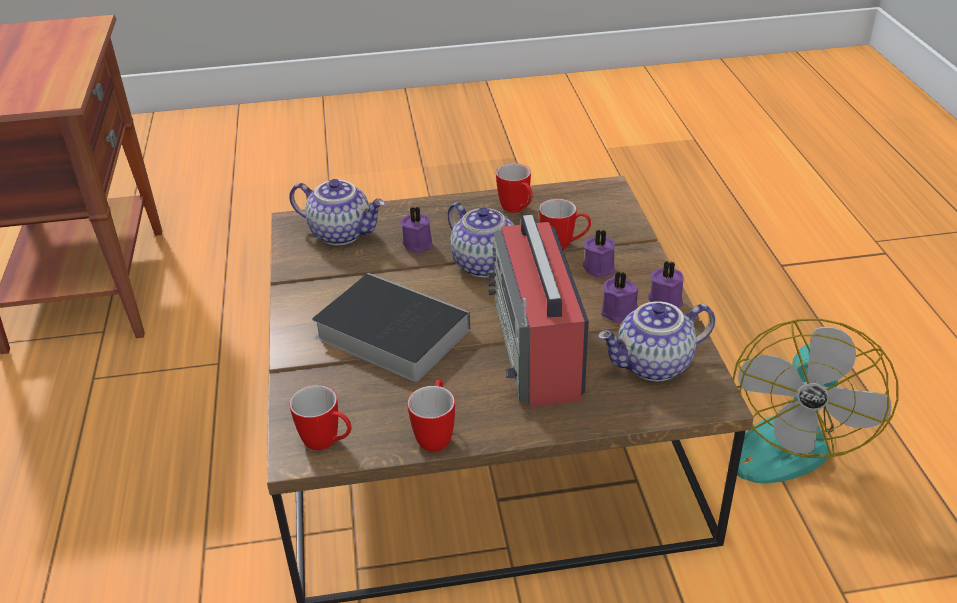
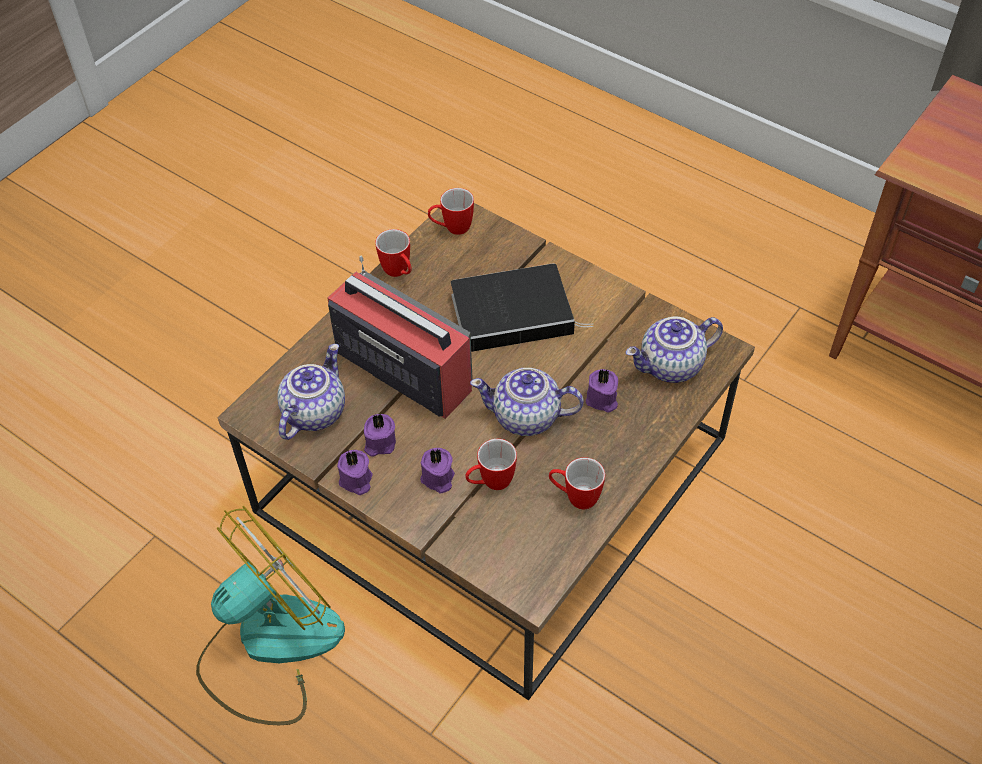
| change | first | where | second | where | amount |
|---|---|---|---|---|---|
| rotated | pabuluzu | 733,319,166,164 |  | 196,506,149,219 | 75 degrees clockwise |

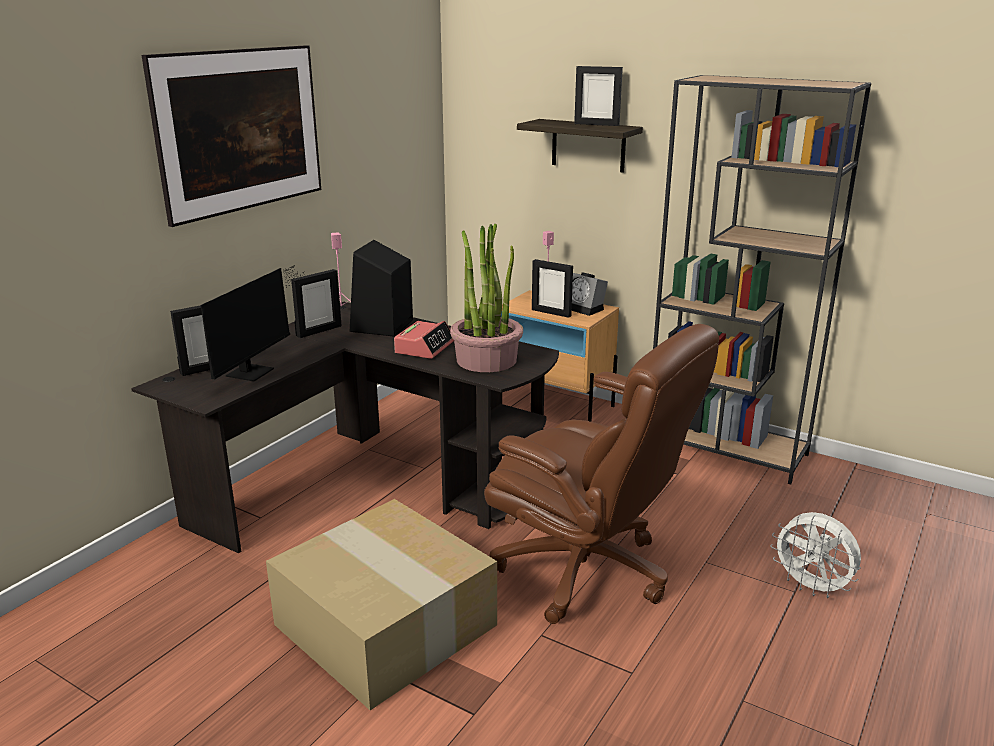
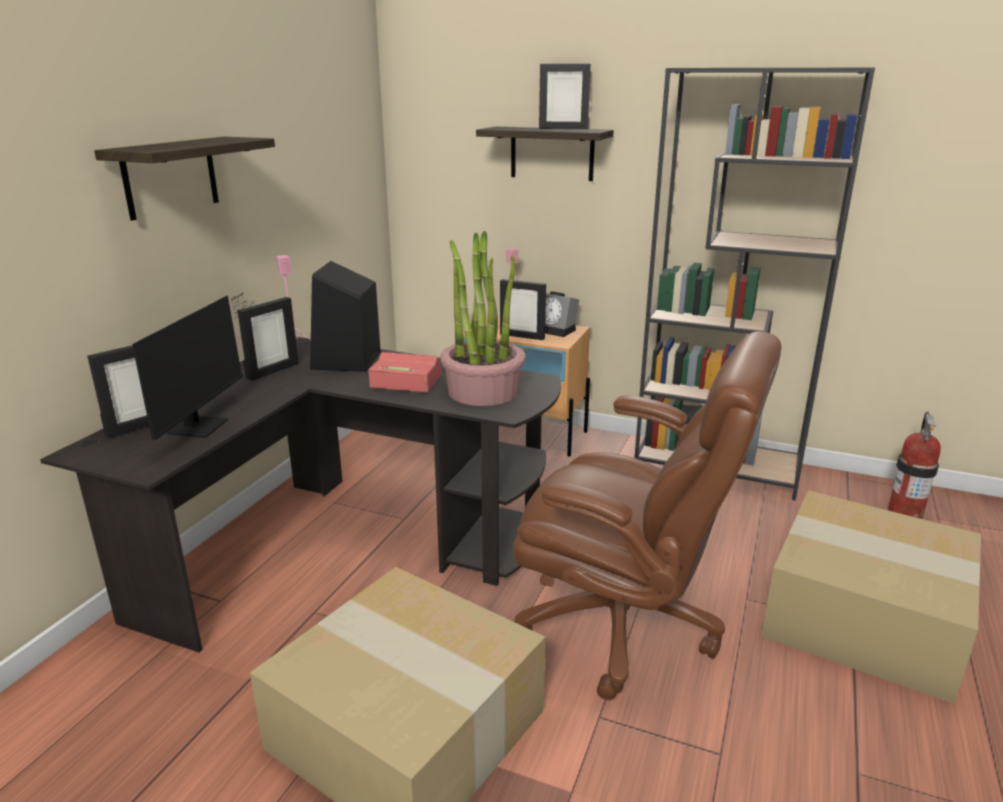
| change | first | where | second | where | amount |
|---|---|---|---|---|---|
| swapped | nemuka | 141,45,180,182 | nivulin | 94,137,181,84 |  |
| rotated | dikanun | 394,321,60,38 |  | 368,352,74,40 | 90 degrees counterclockwise |
| swapped | white_pabuluzu | 770,512,91,86 | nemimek | 761,490,220,214 |  |
| new |  |  | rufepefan | 888,411,53,108 |  |

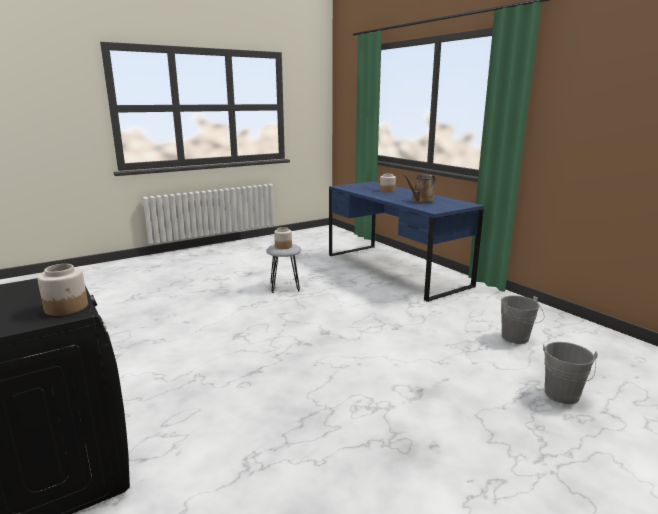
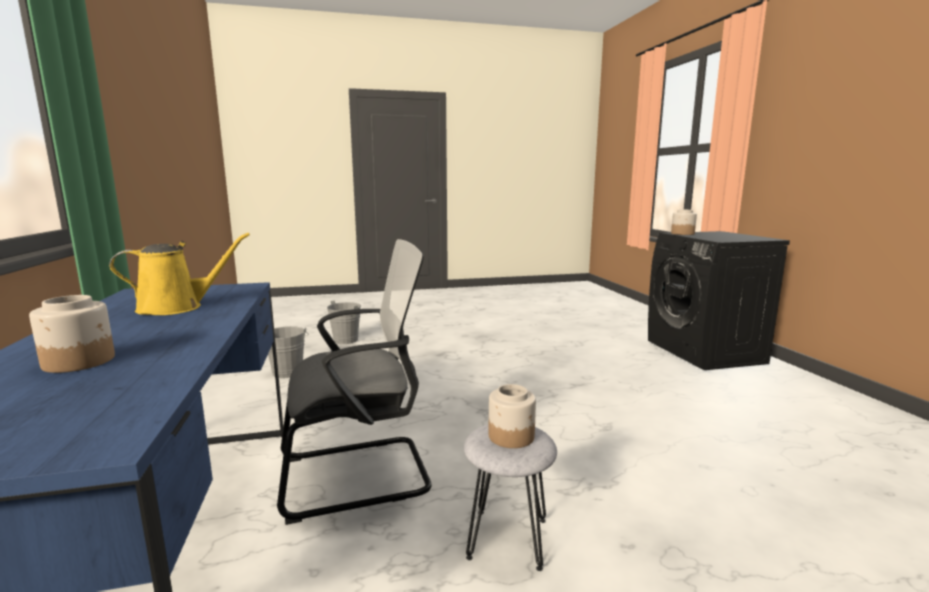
| change | first | where | second | where | amount |
|---|---|---|---|---|---|
| repainted | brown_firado | 403,174,33,29 | yellow_firado | 109,233,141,82 |  |
| new |  |  | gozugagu | 277,239,155,286 |  |

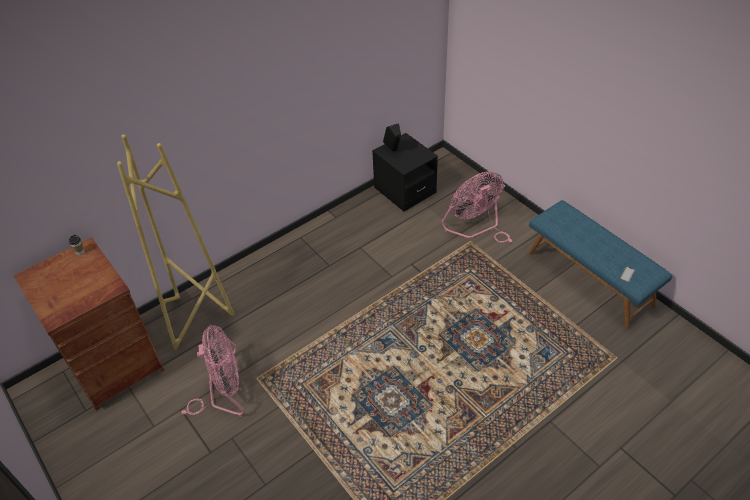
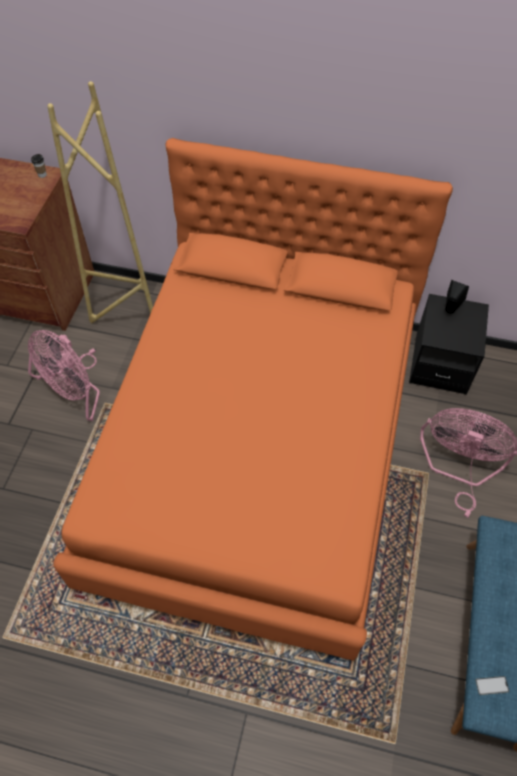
| change | first | where | second | where | amount |
|---|---|---|---|---|---|
| rotated | pink_pabuluzu | 181,325,63,92 |  | 28,330,72,91 | 90 degrees clockwise |
| new |  |  | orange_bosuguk | 54,138,399,523 |  |

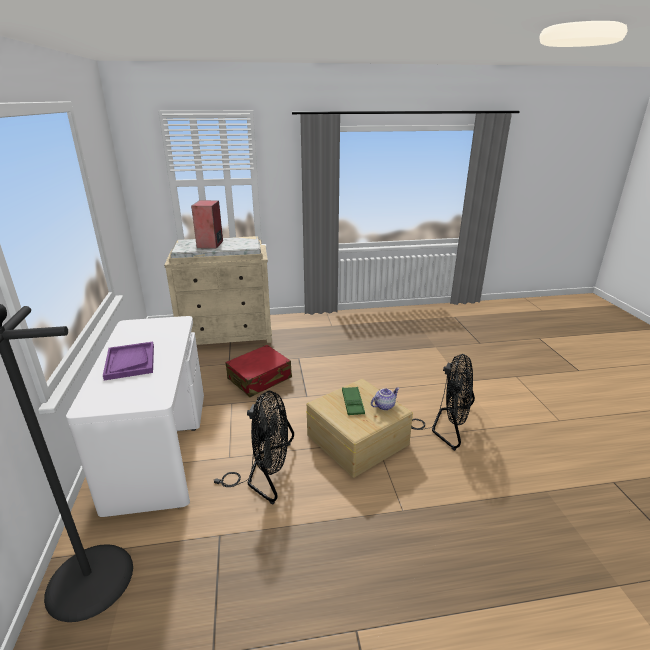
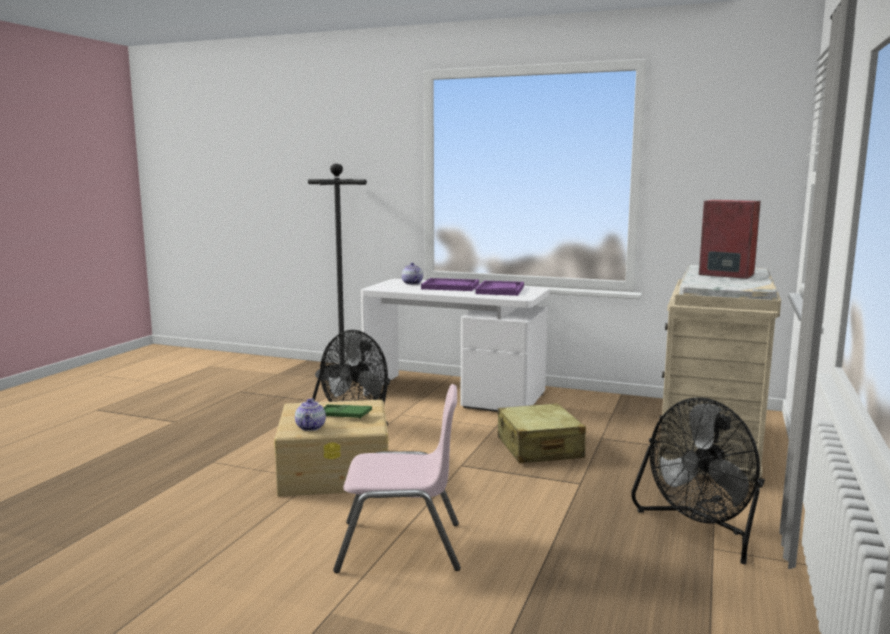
| change | first | where | second | where | amount |
|---|---|---|---|---|---|
| new |  |  | pink_gozugagu | 333,384,128,189 |  |
| new |  |  | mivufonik | 402,263,21,22 |  |
| new |  |  | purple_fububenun | 475,281,49,15 |  |
| repainted | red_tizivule | 225,345,67,52 | beige_tizivule | 498,403,88,60 |  |
| shifted | black_pabuluzu | 411,354,64,97 |  | 631,397,134,168 |  |

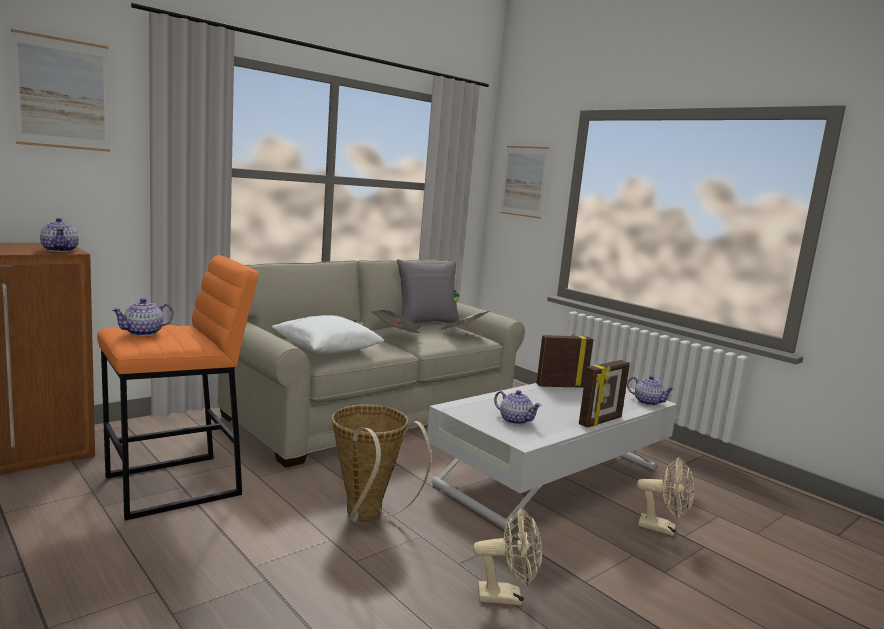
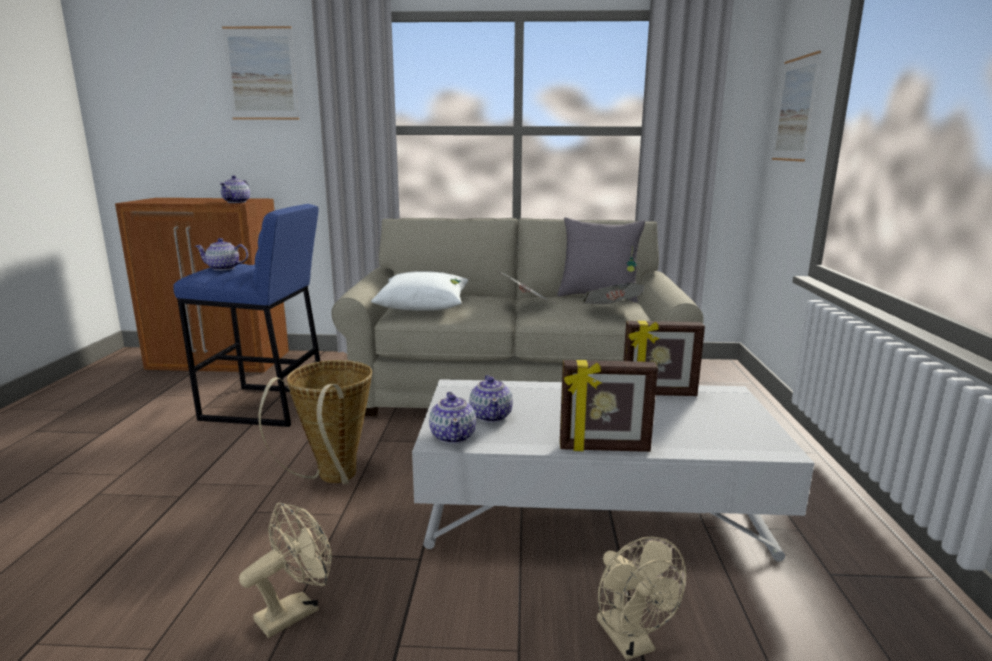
| change | first | where | second | where | amount |
|---|---|---|---|---|---|
| repainted | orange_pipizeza | 97,255,161,266 | blue_pipizeza | 173,204,147,223 |  |
| rotated | beige_pabuluzu | 473,506,69,100 |  | 239,503,93,135 | 90 degrees counterclockwise |
| shifted | mivufonik | 627,376,48,30 |  | 429,392,47,52 |  |
| rotated | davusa | 536,334,58,54 |  | 623,321,82,75 | 150 degrees clockwise |

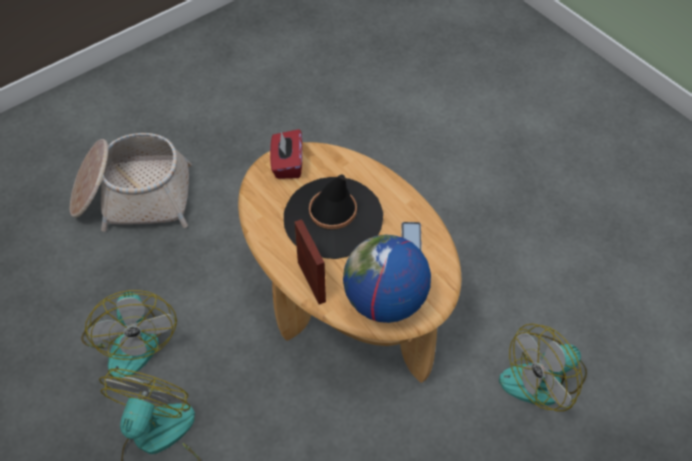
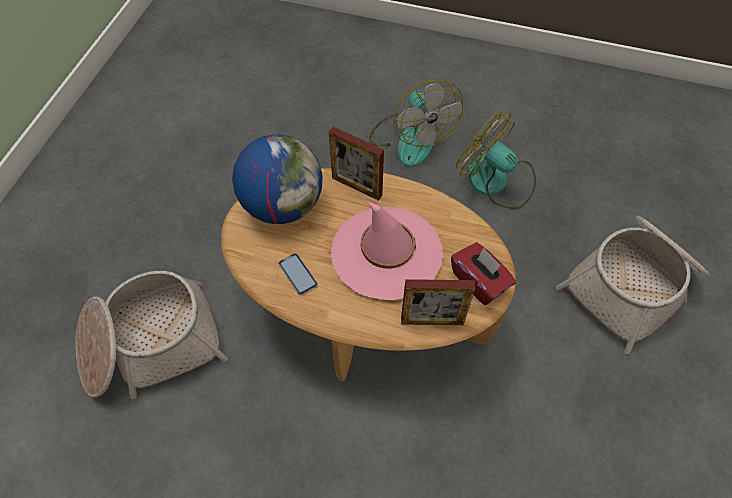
| change | first | where | second | where | amount |
|---|---|---|---|---|---|
| swapped | pabuluzu | 499,324,88,87 | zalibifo | 75,271,153,128 |  |
| repainted | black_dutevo | 284,174,99,85 | pink_dutevo | 331,201,112,99 |  |
| new |  |  | davusa | 401,279,74,46 |  |

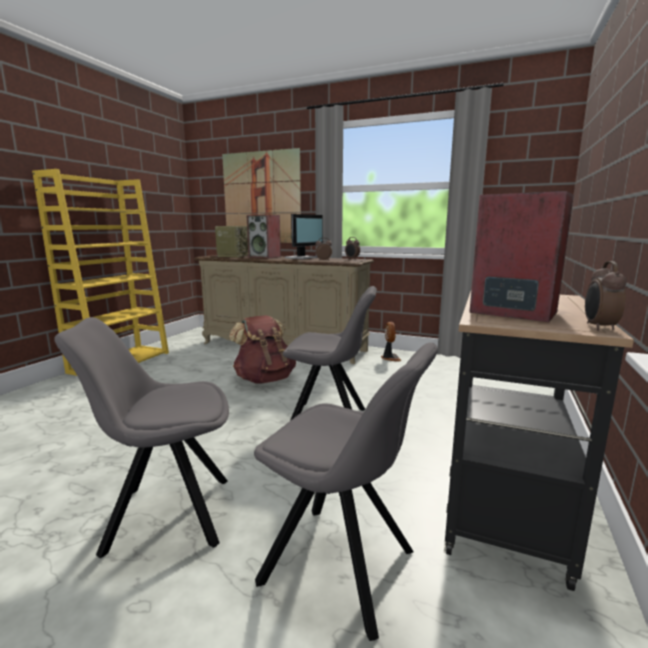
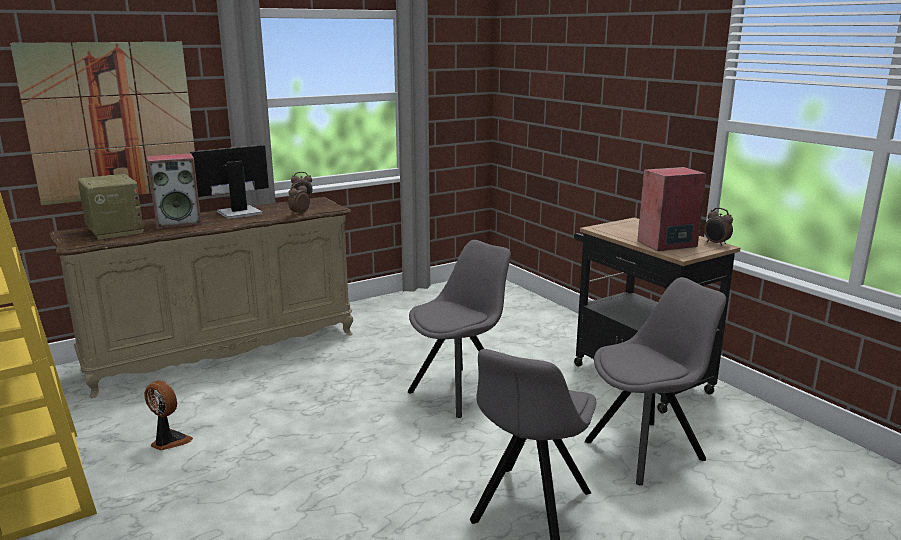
| change | first | where | second | where | amount |
|---|---|---|---|---|---|
| shifted | pabuluzu | 381,322,20,40 |  | 144,380,49,71 |  |
| rotated | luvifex | 285,214,38,45 |  | 190,145,79,74 | 105 degrees counterclockwise |
| gone | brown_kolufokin | 229,315,67,69 |  |  |  |

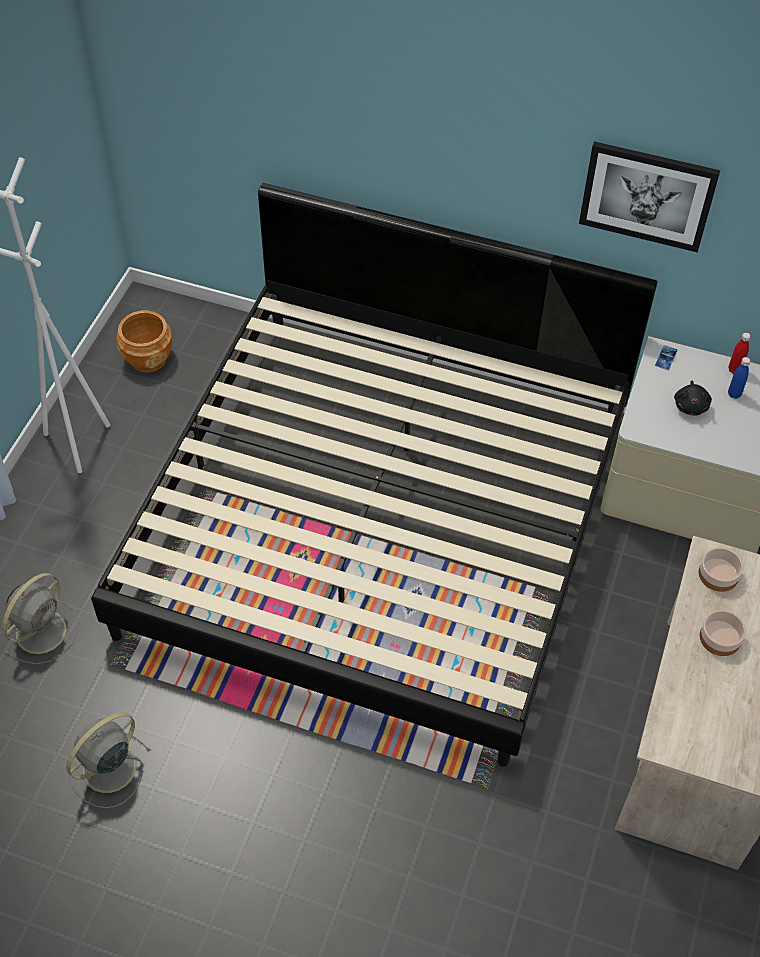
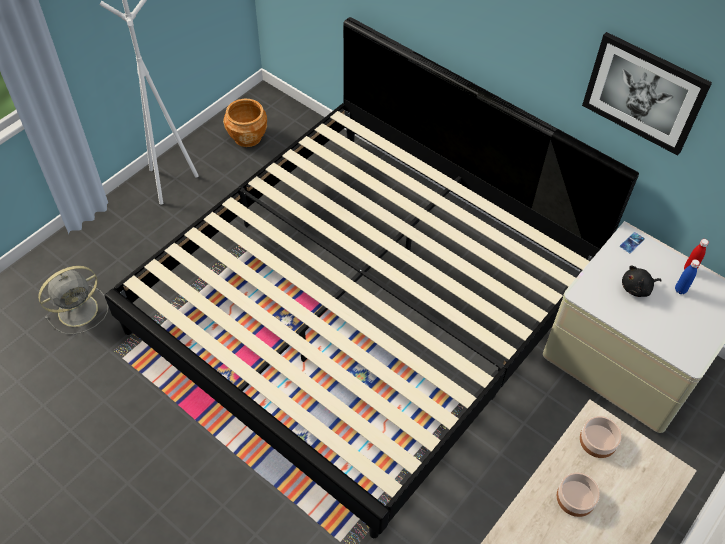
| change | first | where | second | where | amount |
|---|---|---|---|---|---|
| rotated | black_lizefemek | 674,380,38,35 |  | 622,265,40,32 | 45 degrees clockwise |
| gone | grey_pabuluzu | 66,712,84,96 |  |  |  |

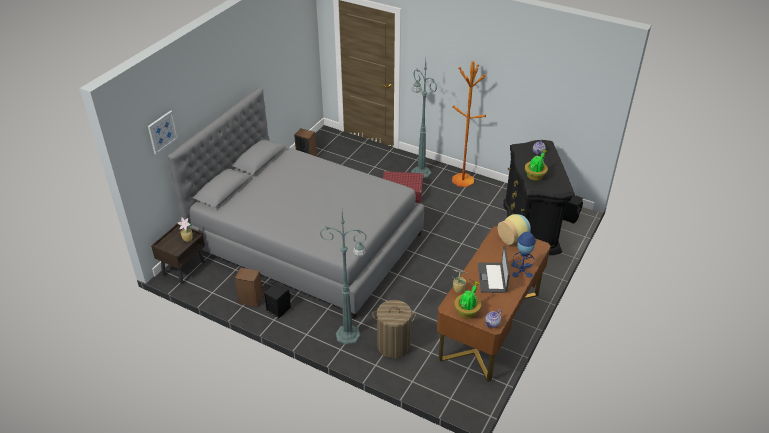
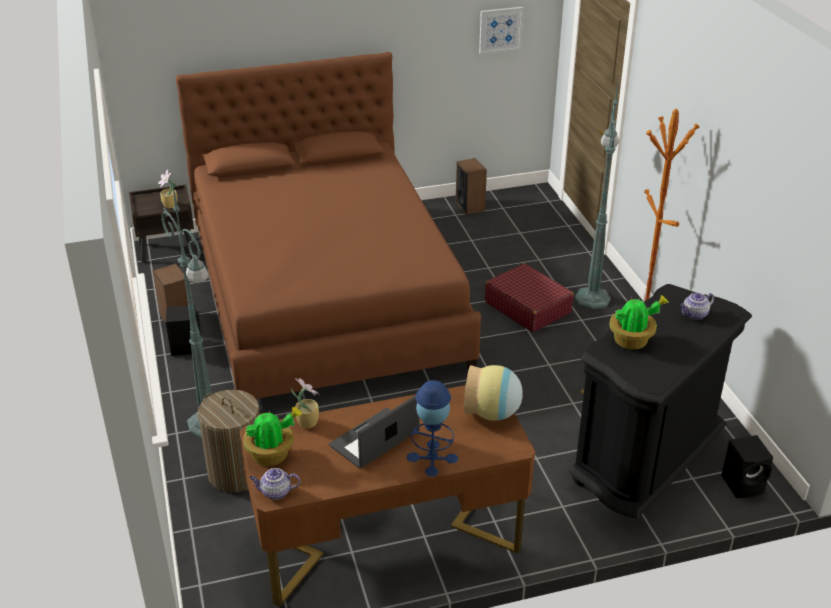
| change | first | where | second | where | amount |
|---|---|---|---|---|---|
| repainted | grey_bosuguk | 168,88,256,231 | brown_bosuguk | 176,52,305,347 |  |
| shifted | nemuka | 148,110,30,45 |  | 479,7,45,47 |  |

